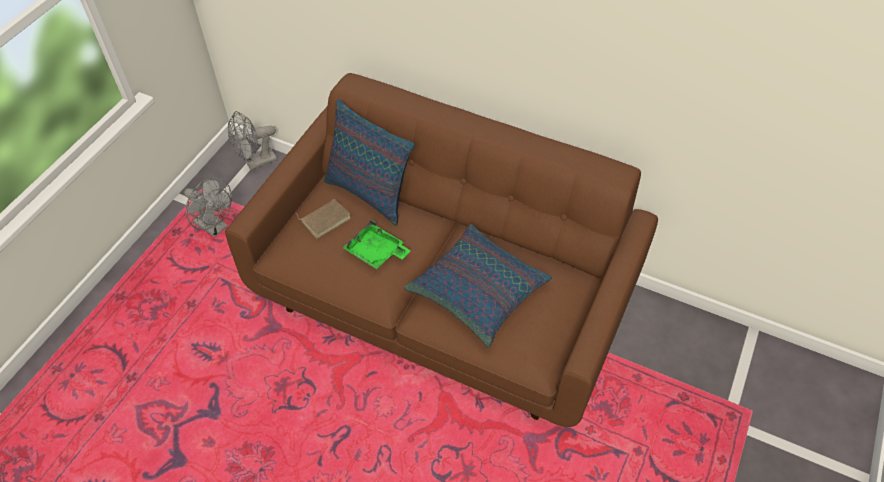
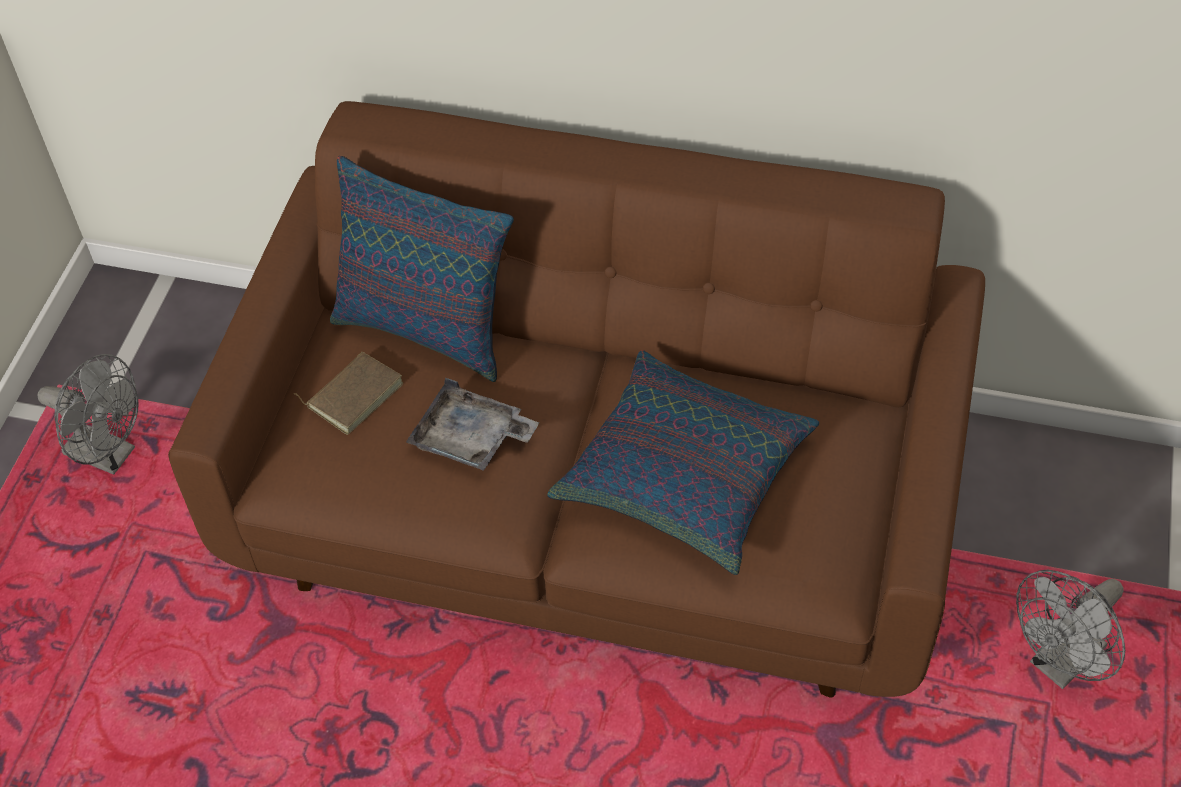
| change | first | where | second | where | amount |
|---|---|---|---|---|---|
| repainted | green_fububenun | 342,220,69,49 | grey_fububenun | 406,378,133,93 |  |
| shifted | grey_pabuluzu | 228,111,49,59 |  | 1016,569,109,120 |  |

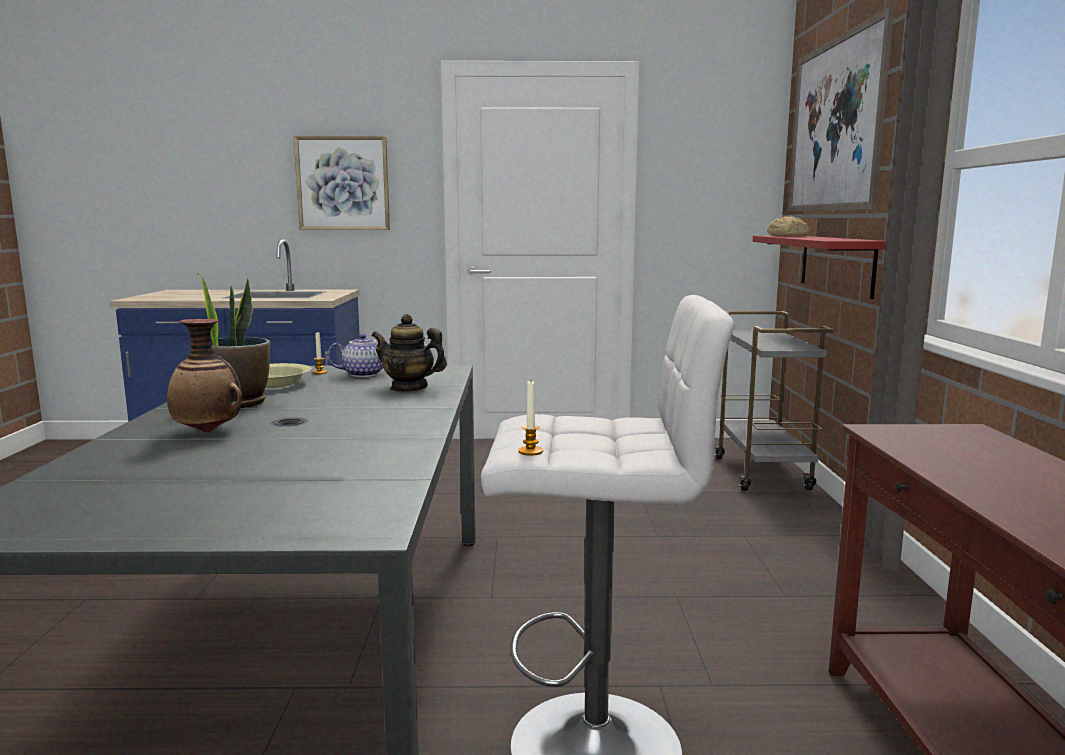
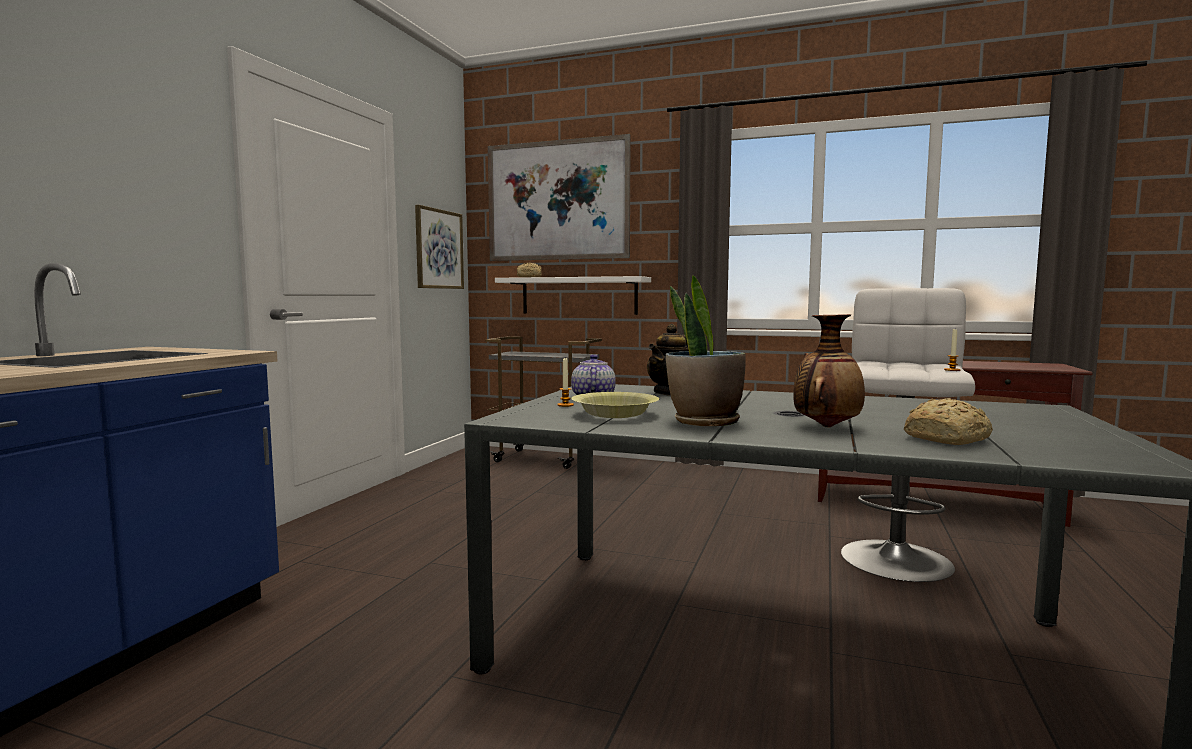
| change | first | where | second | where | amount |
|---|---|---|---|---|---|
| shifted | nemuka | 294,136,96,94 |  | 415,205,49,84 |  |
| repainted | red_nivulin | 753,236,133,63 | white_nivulin | 495,276,156,39 |  |
| new |  |  | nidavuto | 904,398,89,47 |  |

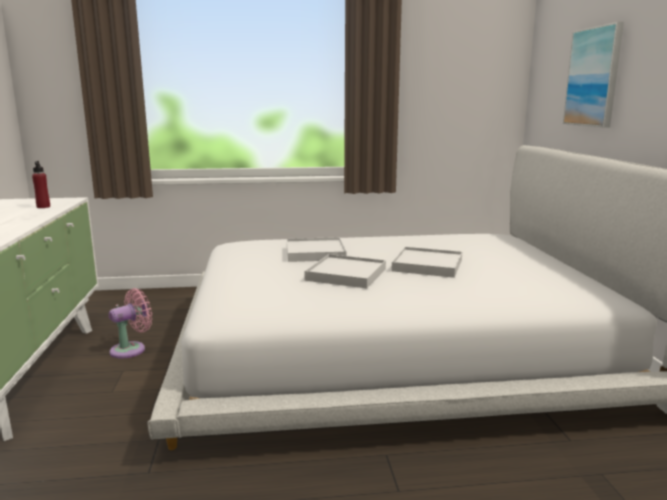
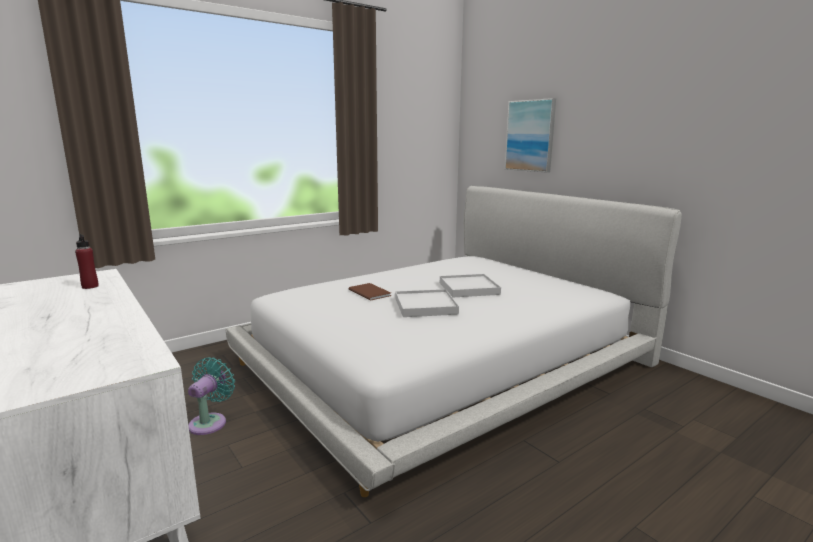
| change | first | where | second | where | amount |
|---|---|---|---|---|---|
| repainted | pink_pabuluzu | 109,288,43,71 | turquoise_pabuluzu | 188,357,47,78 |  |
| swapped | white_fububenun | 287,237,59,25 | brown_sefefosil | 348,283,43,18 |  |

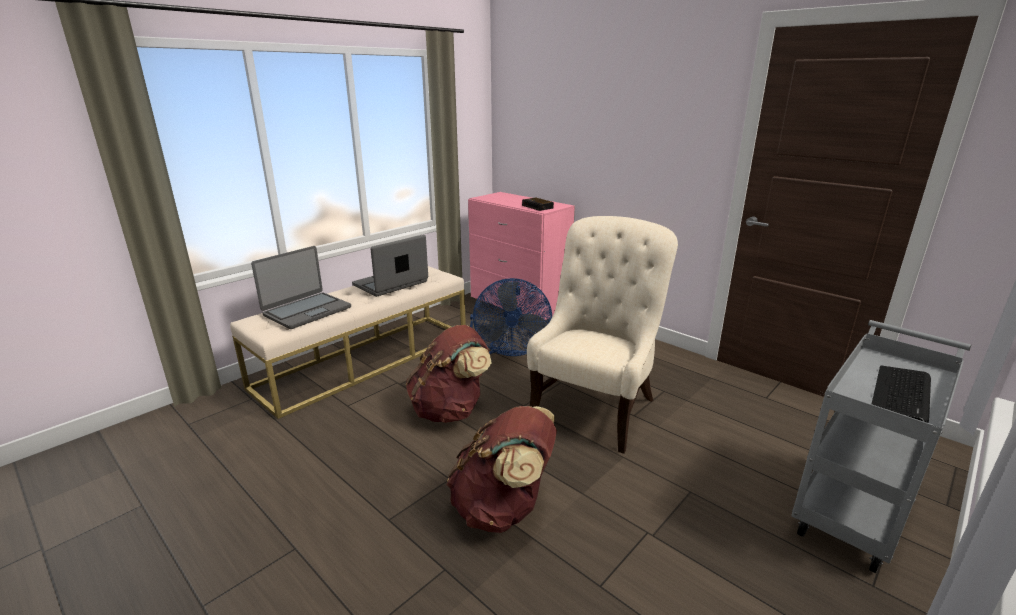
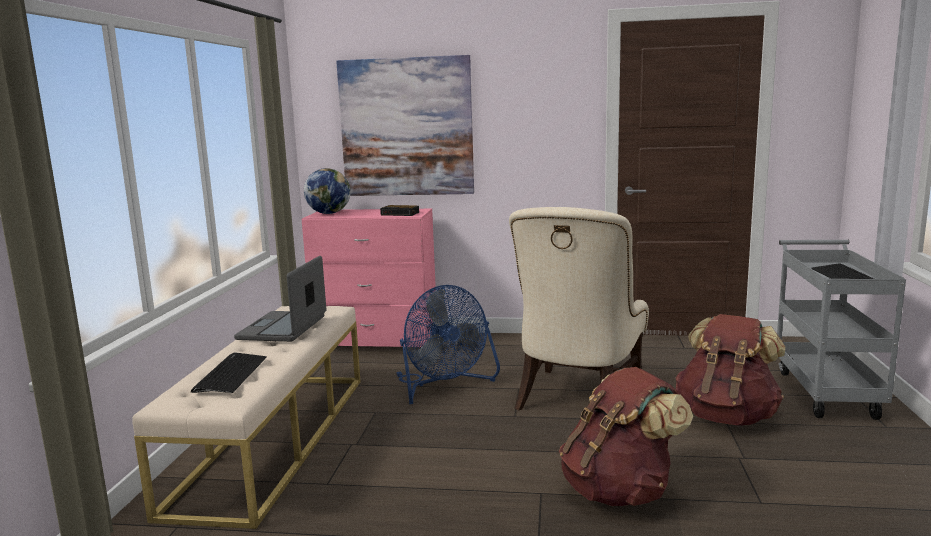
| change | first | where | second | where | amount |
|---|---|---|---|---|---|
| swapped | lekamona | 251,246,100,83 | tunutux | 191,352,76,41 |  |
| new |  |  | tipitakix | 304,168,47,46 |  |
| new |  |  | nemuka | 336,55,138,141 |  |
| rotated | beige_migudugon | 527,216,151,238 |  | 509,207,140,204 | 150 degrees counterclockwise |
| shifted | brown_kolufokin | 406,325,86,98 |  | 675,314,110,111 |  |

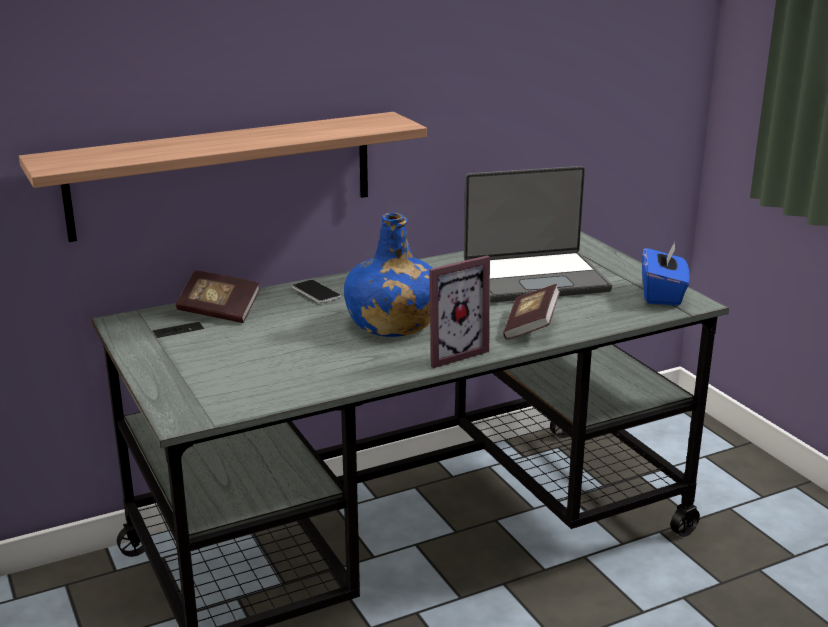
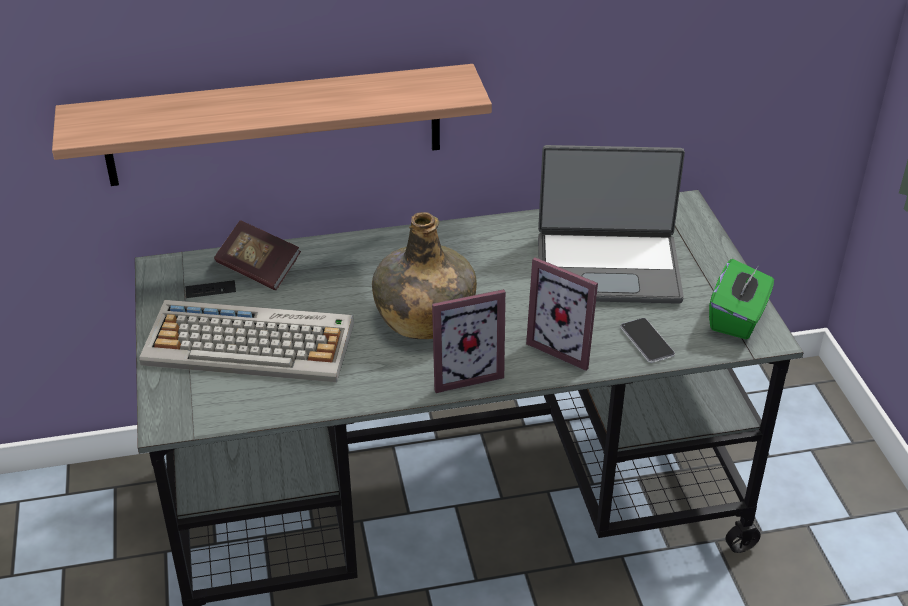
| change | first | where | second | where | amount |
|---|---|---|---|---|---|
| new |  |  | tunutux | 139,300,215,82 |  |
| repainted | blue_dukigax | 344,213,88,124 | green_dukigax | 372,212,105,127 |  |
| swapped | sefefosil | 503,284,57,56 | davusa | 526,257,72,114 |  |
| shifted | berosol | 292,280,49,23 |  | 620,318,55,45 |  |
| repainted | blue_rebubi | 642,240,48,65 | green_rebubi | 709,259,65,80 |  |

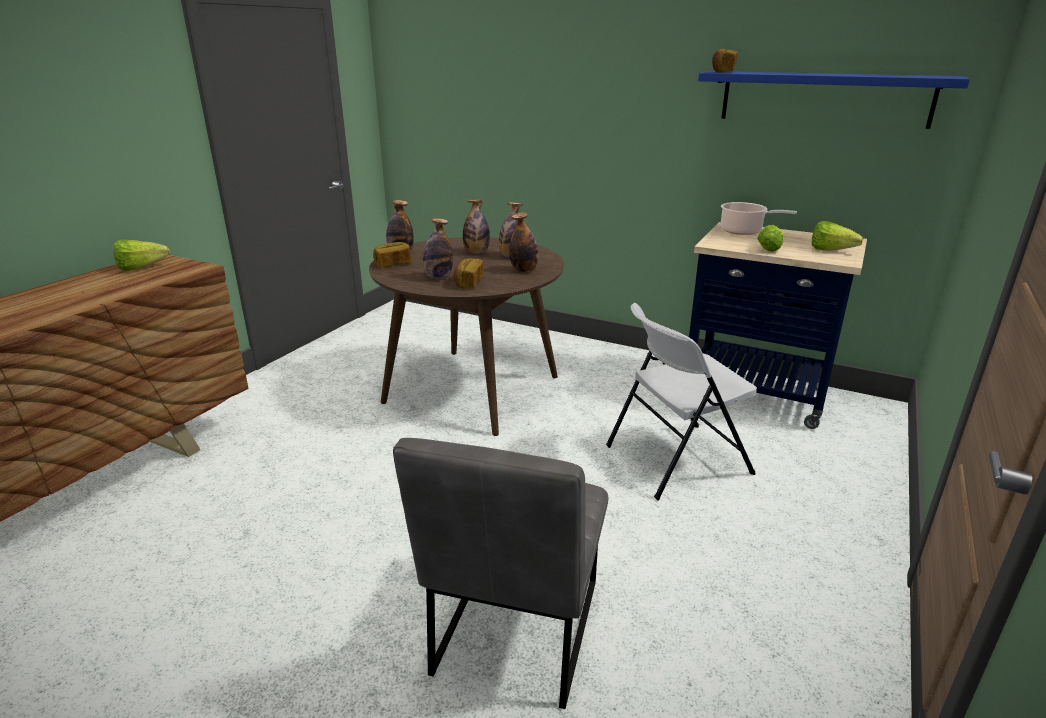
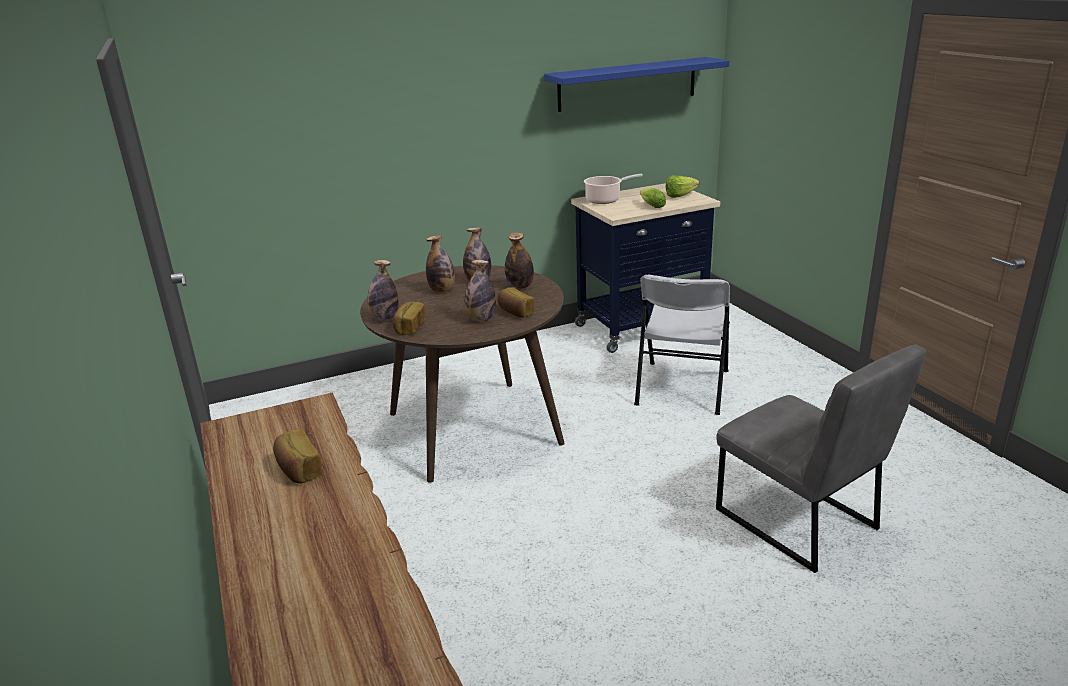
| change | first | where | second | where | amount |
|---|---|---|---|---|---|
| shifted | nidavuto | 712,49,26,23 |  | 273,429,49,55 |  |
| gone | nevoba | 113,240,57,31 |  |  |  |

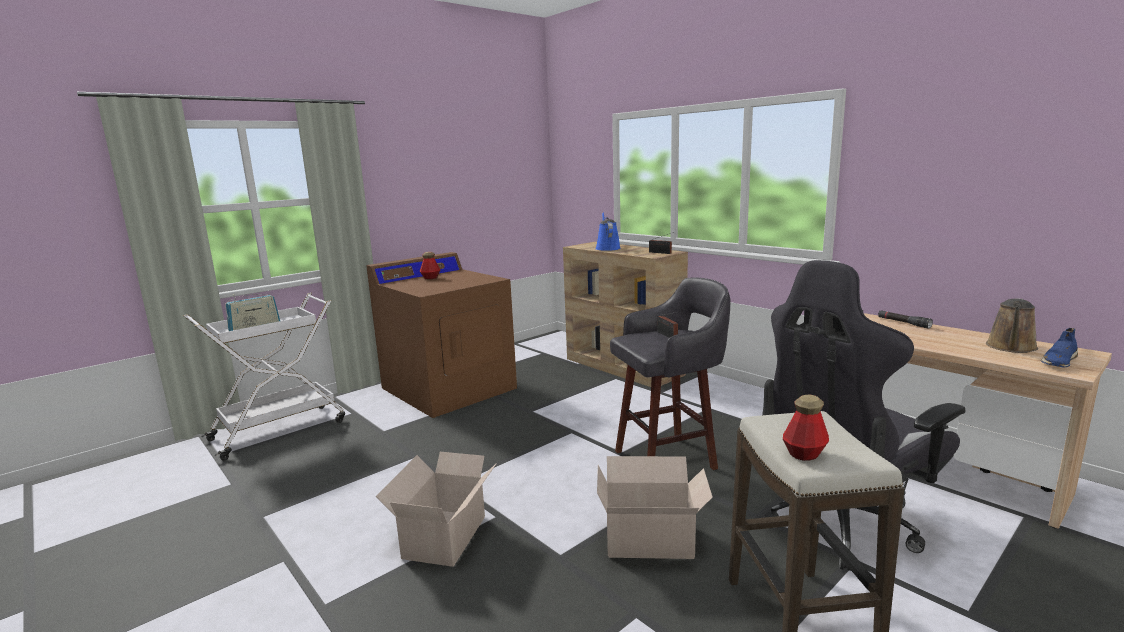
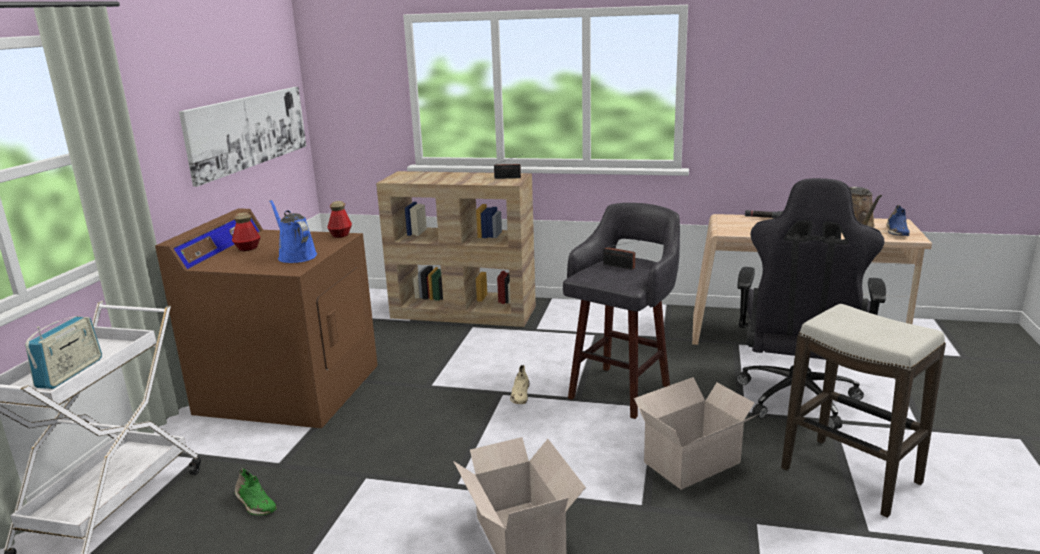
| change | first | where | second | where | amount |
|---|---|---|---|---|---|
| new |  |  | nemuka | 179,87,127,100 |  |
| new |  |  | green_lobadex | 234,468,43,47 |  |
| shifted | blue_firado | 595,213,26,38 |  | 269,200,48,63 |  |
| shifted | dukigax | 783,395,46,66 |  | 327,201,25,37 |  |
| new |  |  | beige_lobadex | 510,365,19,39 |  |

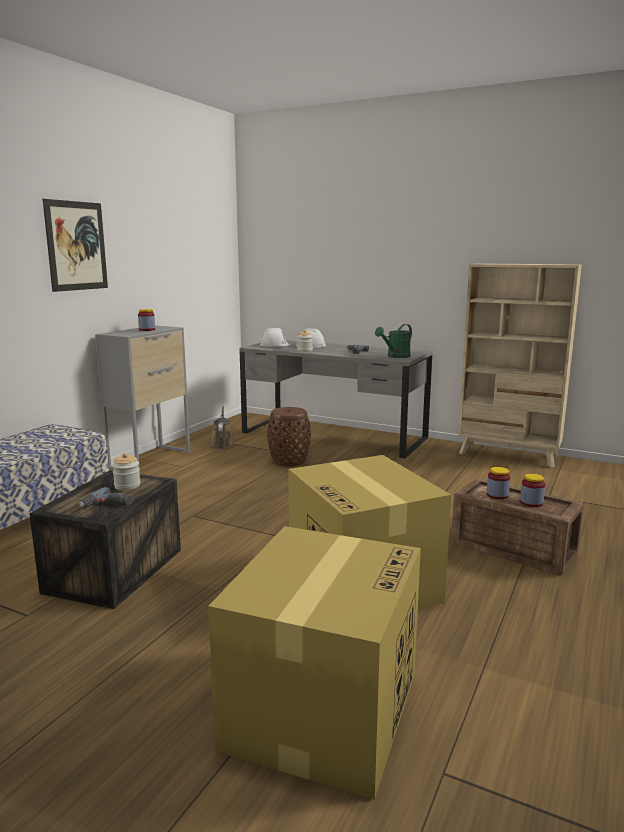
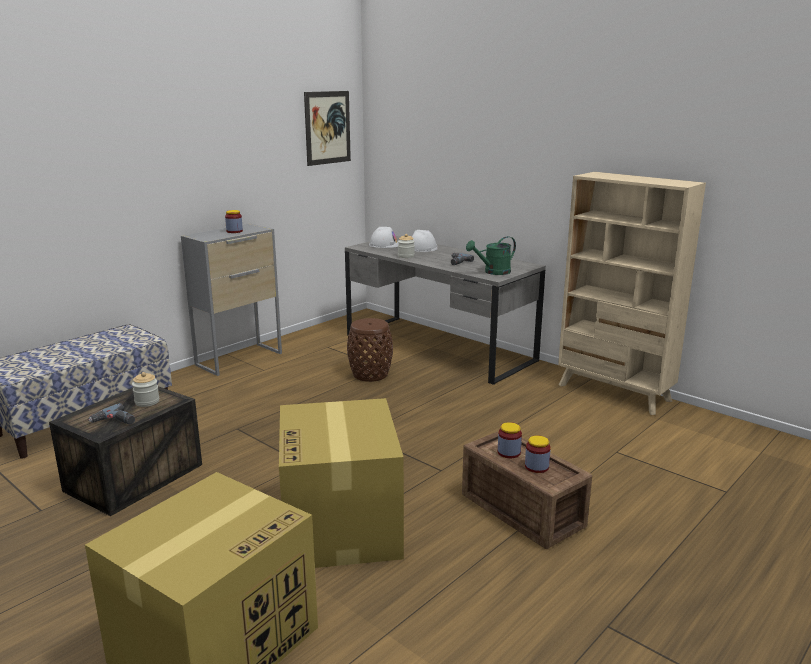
| change | first | where | second | where | amount |
|---|---|---|---|---|---|
| shifted | nemuka | 43,199,65,93 |  | 304,91,47,75 |  |
| gone | brown_firado | 210,406,25,43 |  |  |  |

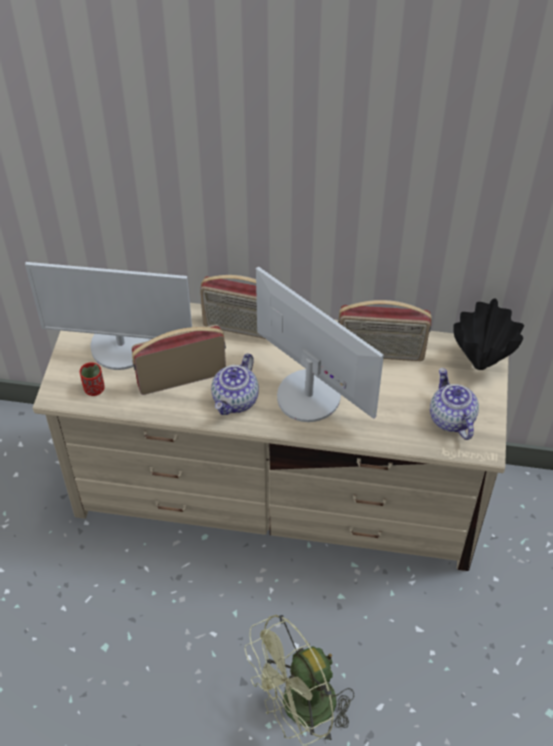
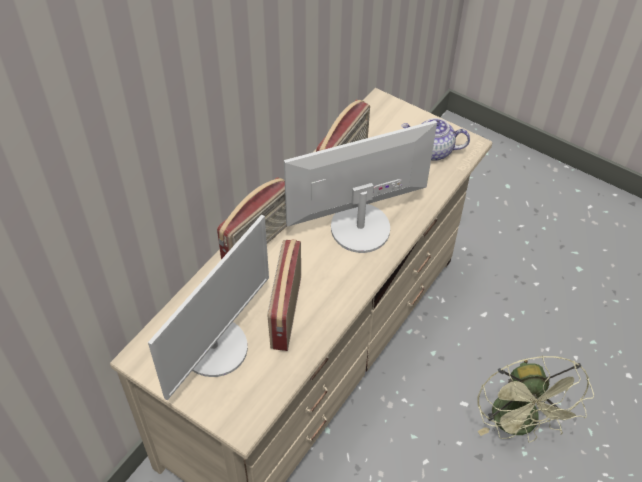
| change | first | where | second | where | amount |
|---|---|---|---|---|---|
| gone | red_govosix | 80,362,25,34 |  |  |  |
| gone | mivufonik | 211,353,48,62 |  |  |  |
| gone | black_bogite | 453,298,71,72 |  |  |  |

